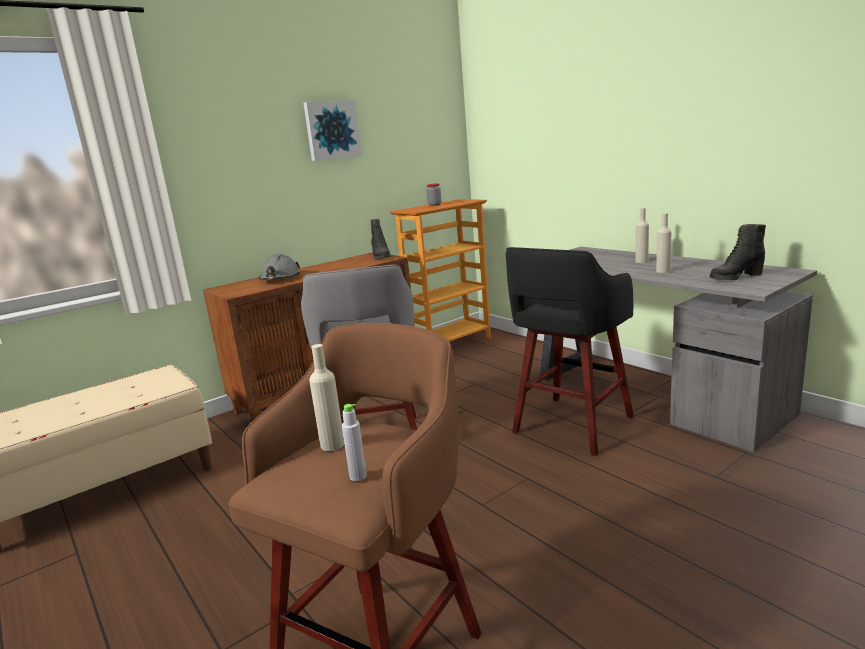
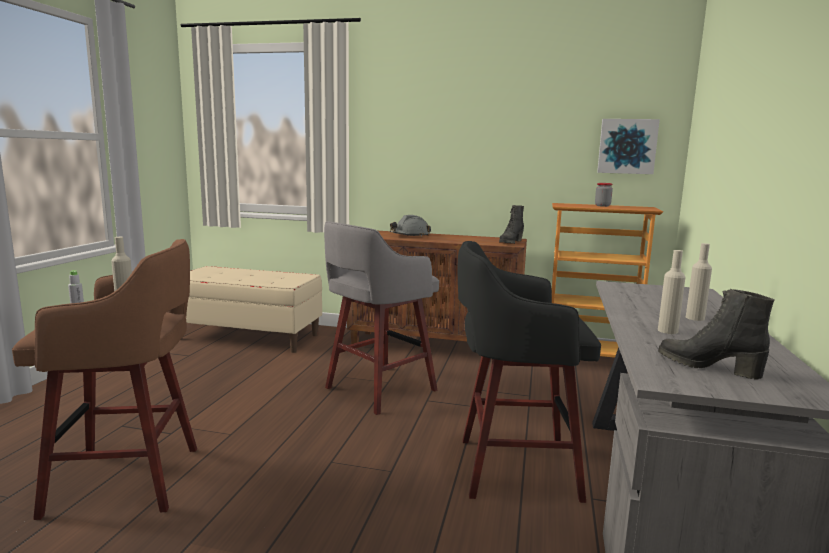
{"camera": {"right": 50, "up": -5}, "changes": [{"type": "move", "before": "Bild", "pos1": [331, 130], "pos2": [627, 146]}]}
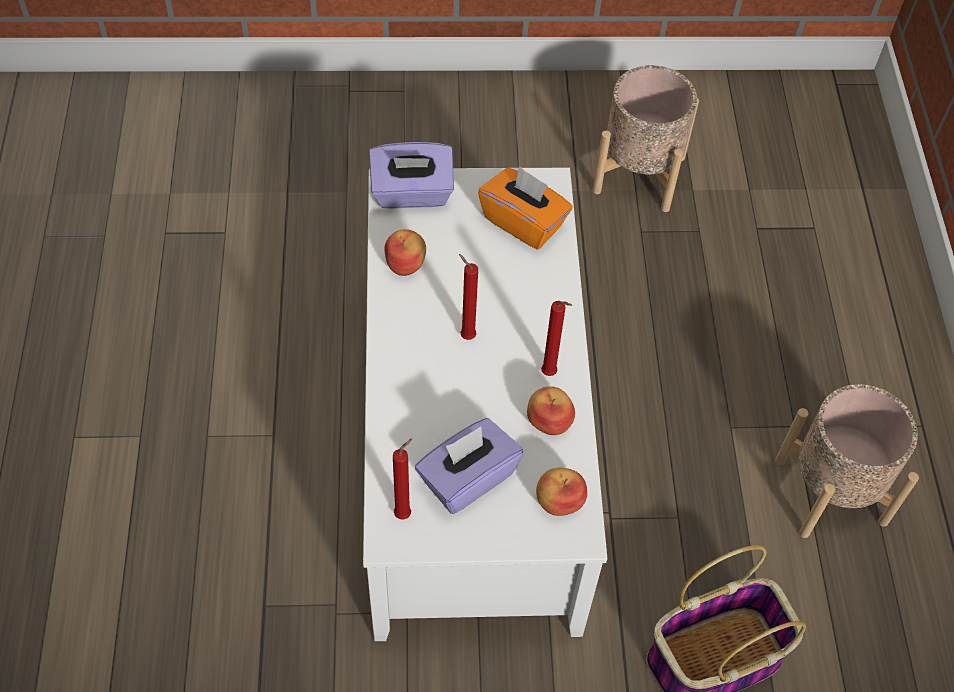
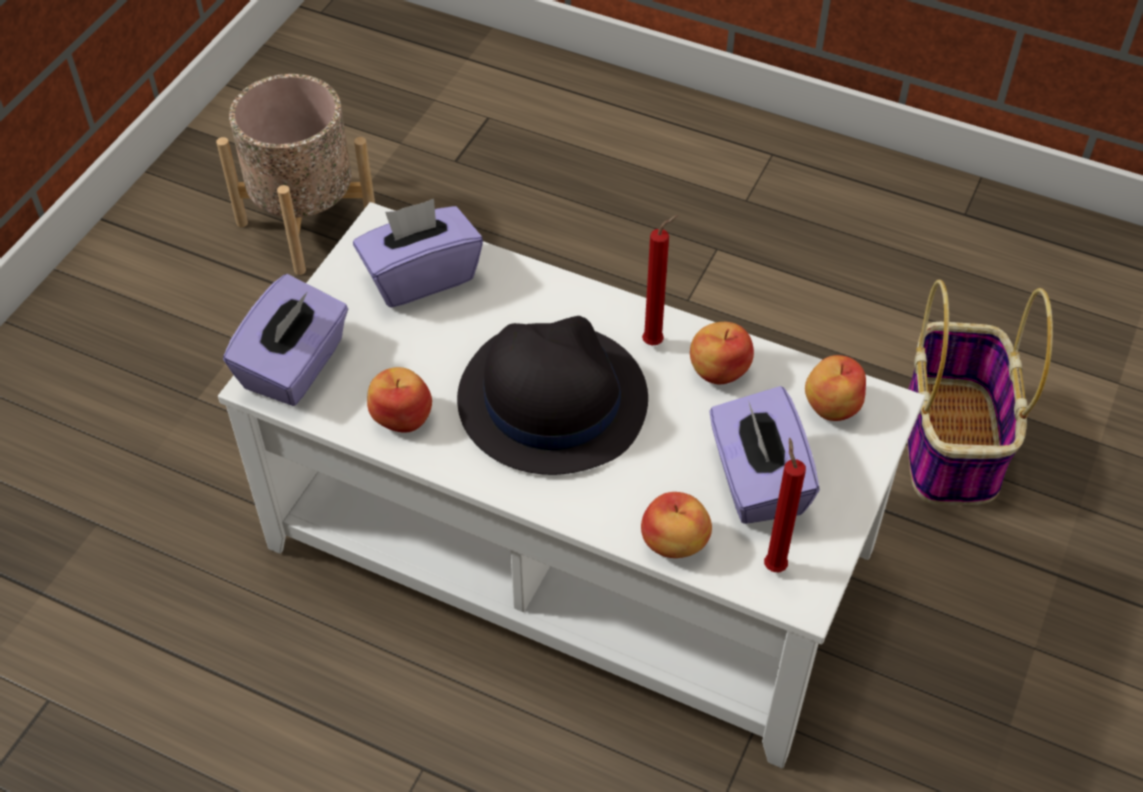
{"camera": {"right": -60, "up": -5}, "changes": [{"type": "delete", "before": "Pflanzkübel/beige", "pos1": [830, 490]}, {"type": "insert", "after": "Apfel", "pos2": [674, 544]}, {"type": "replace", "before": "Kerze/rot", "after": "Hut/schwarz", "pos1": [465, 335], "pos2": [551, 399]}, {"type": "recolor", "before": "Taschentuchbox/orange", "after": "Taschentuchbox/lila", "pos1": [523, 222], "pos2": [420, 276]}]}
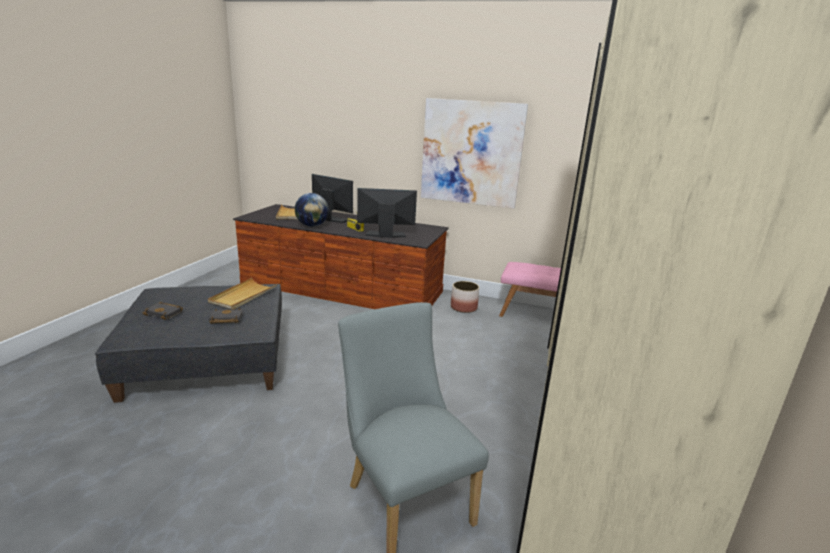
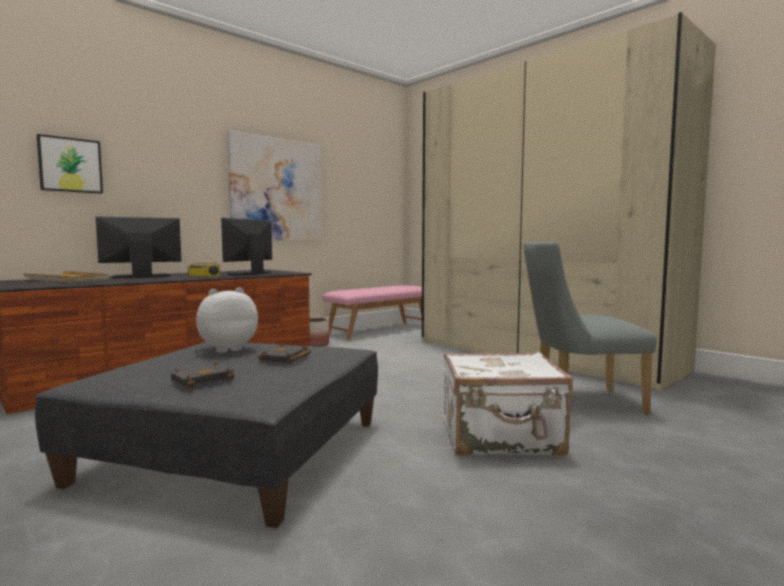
{"camera": {"right": -60, "up": -15}, "changes": [{"type": "delete", "before": "Globus", "pos1": [312, 226]}, {"type": "insert", "after": "Bild", "pos2": [70, 165]}, {"type": "insert", "after": "Koffer/weiß", "pos2": [501, 438]}, {"type": "replace", "before": "Tablett/beige", "after": "Plüschtier", "pos1": [243, 296], "pos2": [226, 349]}]}
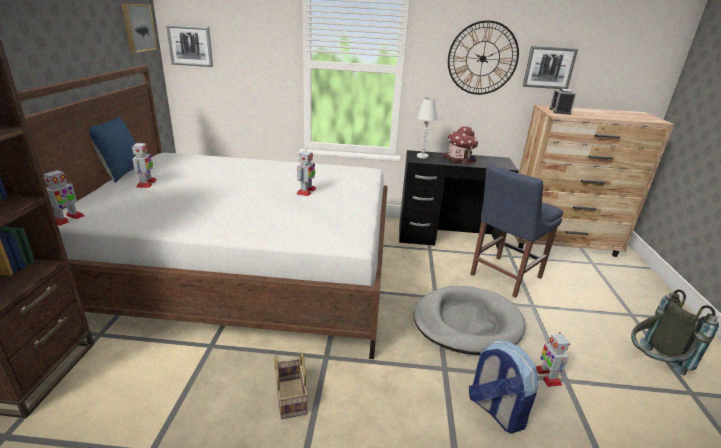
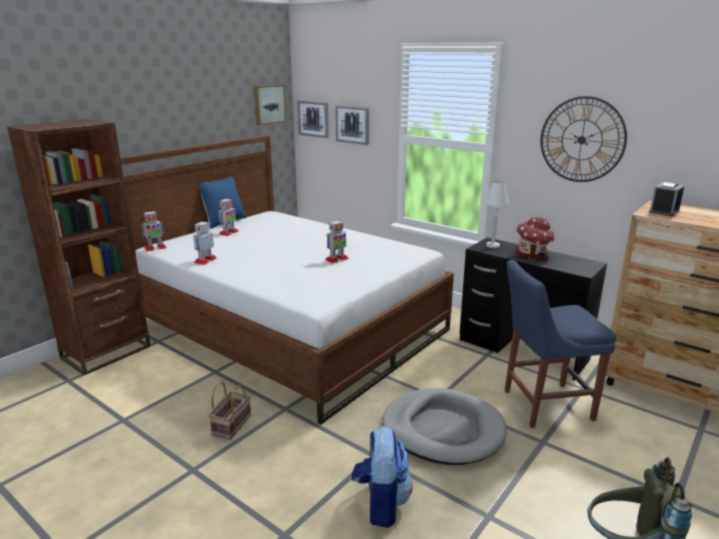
{"camera": {"right": 35, "up": -5}, "changes": [{"type": "move", "before": "Bild", "pos1": [549, 67], "pos2": [352, 124]}, {"type": "move", "before": "Spielzeugroboter", "pos1": [547, 376], "pos2": [205, 260]}]}
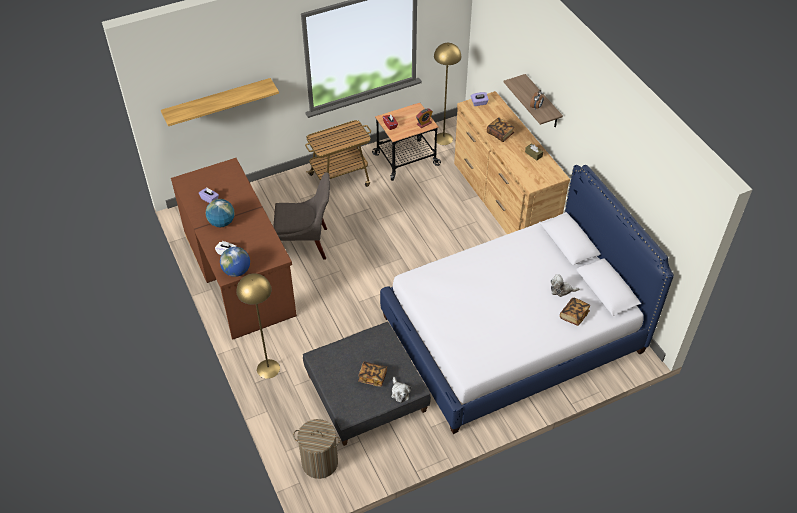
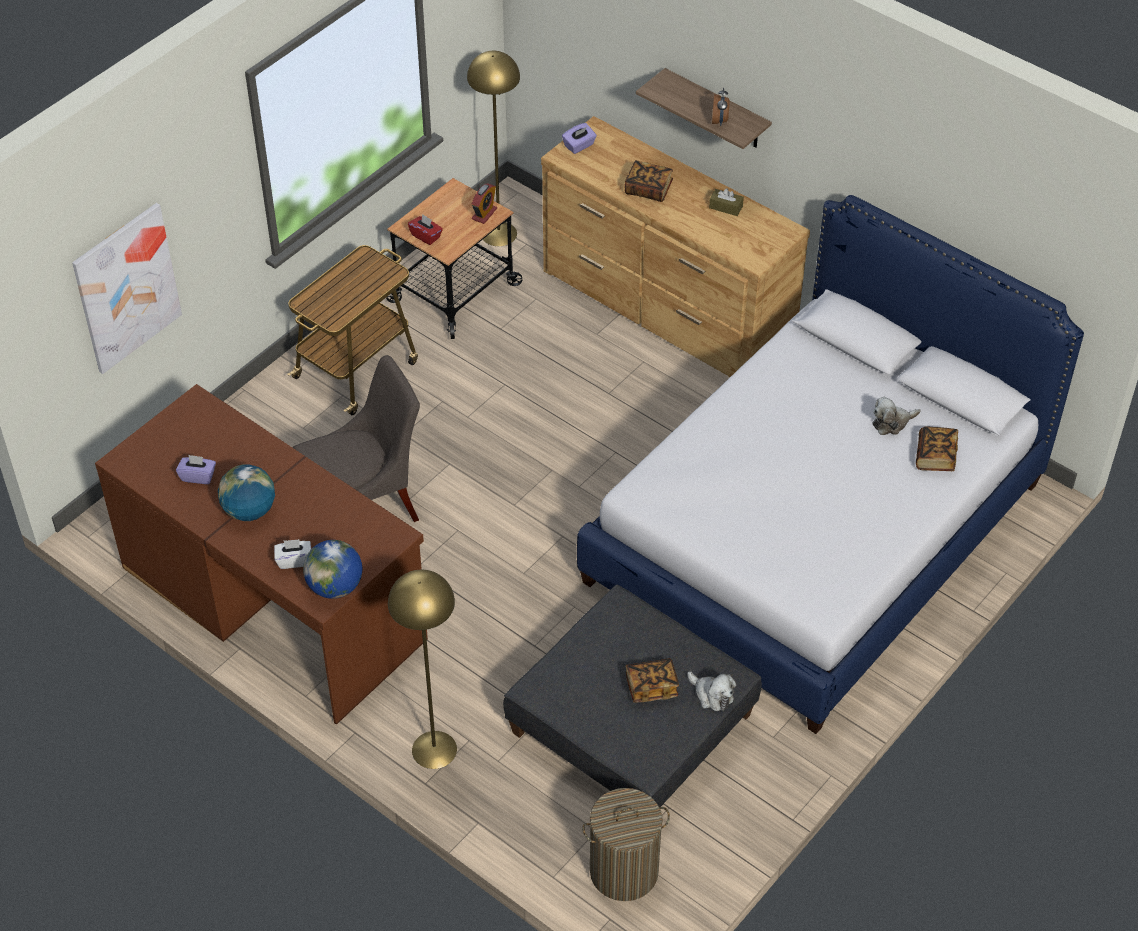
{"camera": {"right": -25, "up": 0}, "changes": [{"type": "replace", "before": "Wandregal", "after": "Bild", "pos1": [218, 101], "pos2": [126, 288]}]}
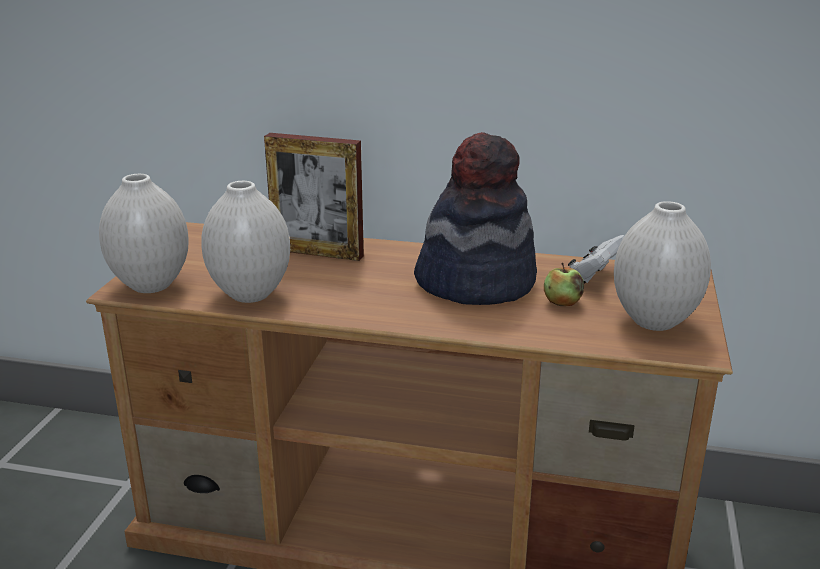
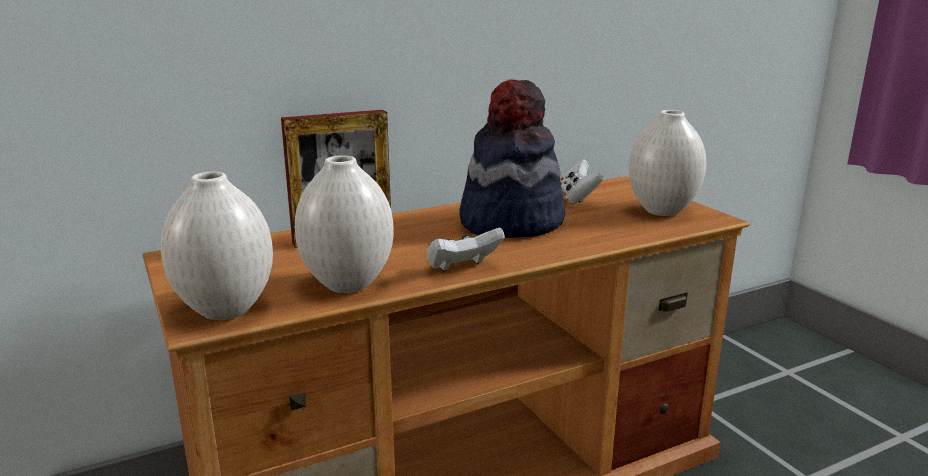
{"camera": {"right": -40, "up": -5}, "changes": [{"type": "delete", "before": "Apfel", "pos1": [562, 302]}, {"type": "insert", "after": "Gamepad/weiß", "pos2": [462, 268]}]}
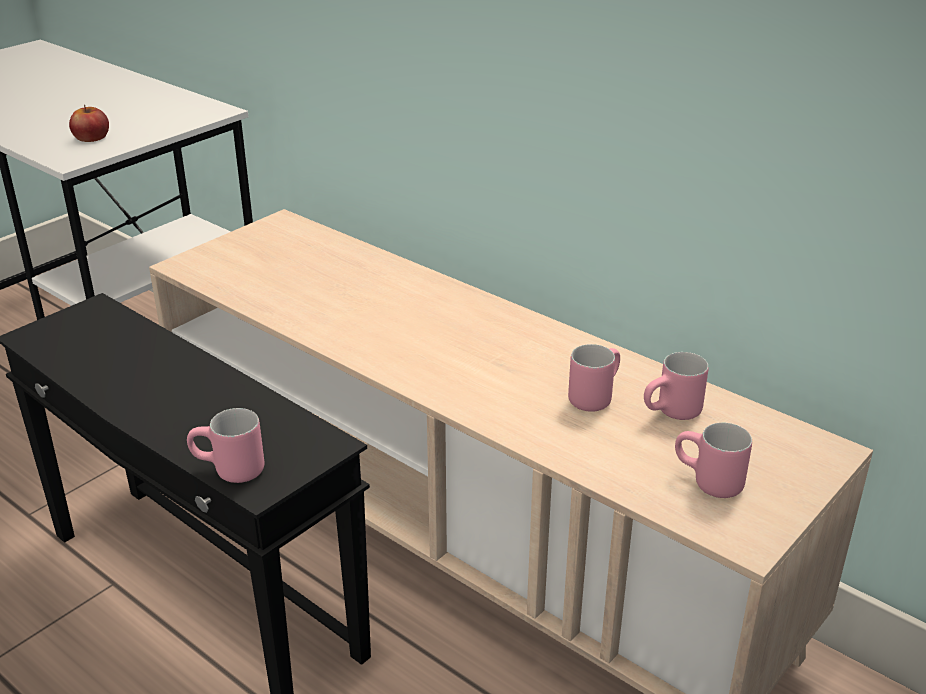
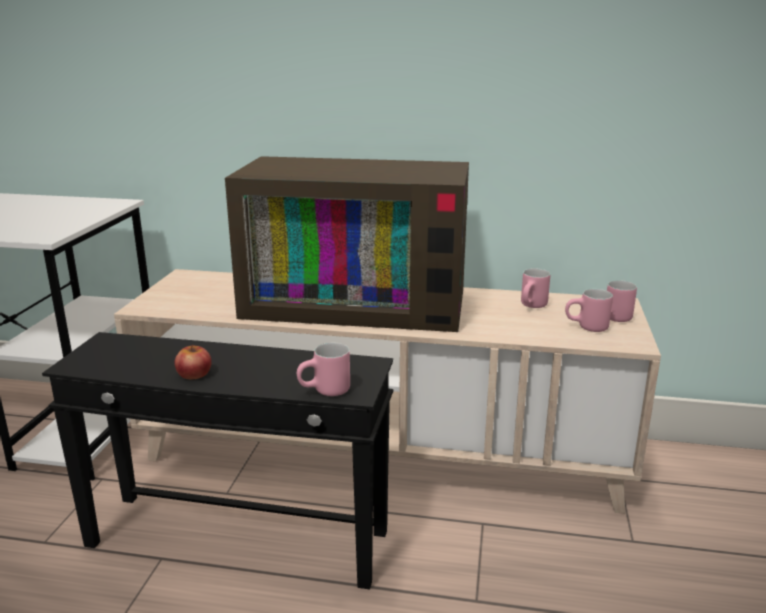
{"camera": {"right": -30, "up": -10}, "changes": [{"type": "insert", "after": "Fernseher", "pos2": [359, 302]}, {"type": "move", "before": "Apfel", "pos1": [91, 137], "pos2": [194, 374]}, {"type": "move", "before": "Henkelbecher/rosa", "pos1": [593, 396], "pos2": [615, 315]}]}
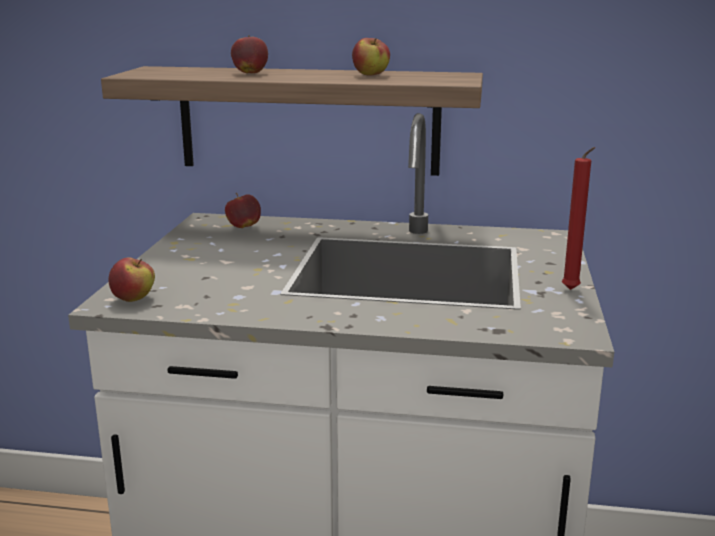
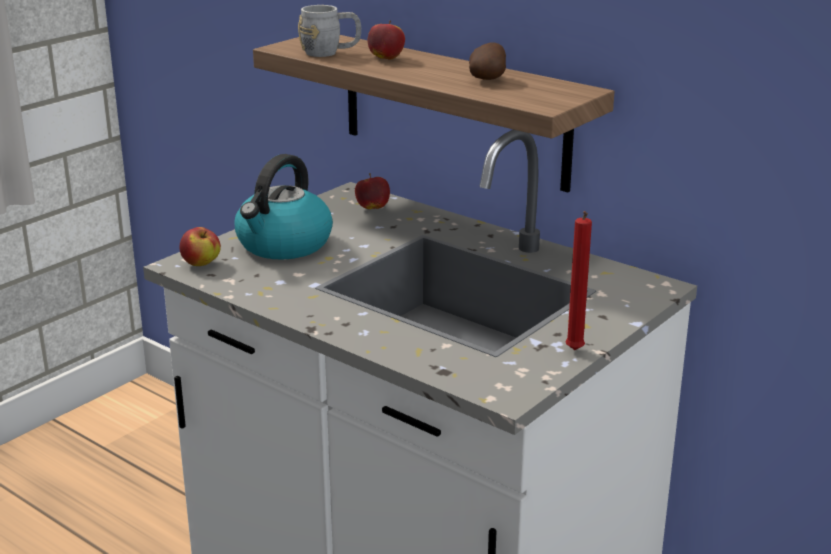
{"camera": {"right": 30, "up": 5}, "changes": [{"type": "insert", "after": "Wasserkessel", "pos2": [283, 245]}, {"type": "insert", "after": "Henkelbecher/grau", "pos2": [330, 52]}, {"type": "replace", "before": "Apfel", "after": "Kartoffel", "pos1": [370, 75], "pos2": [488, 79]}]}
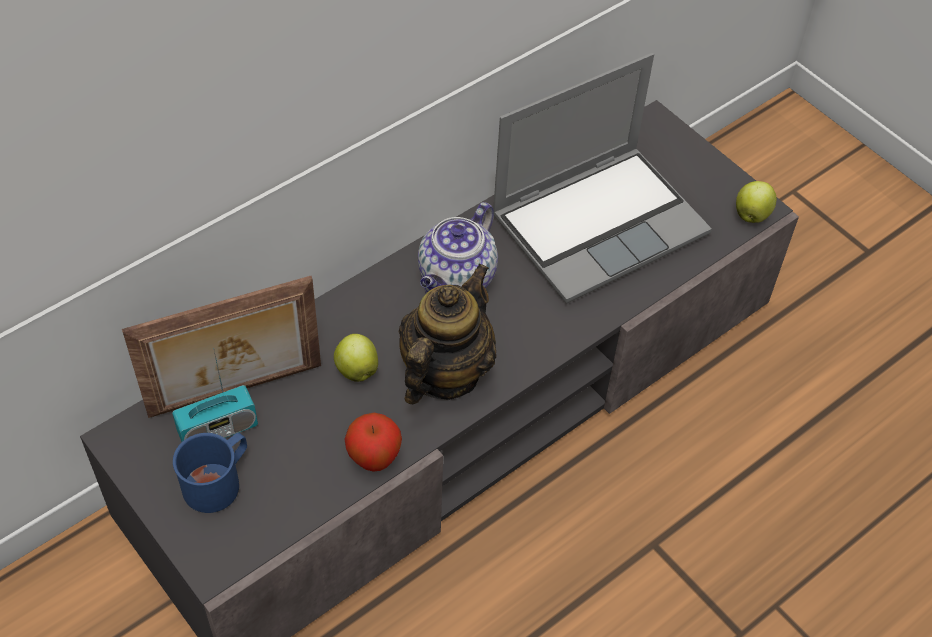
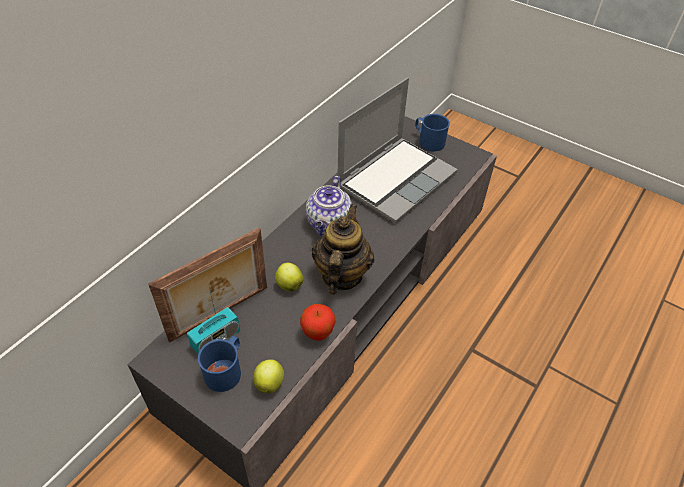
{"camera": {"right": -15, "up": -5}, "changes": [{"type": "insert", "after": "Henkelbecher/blau", "pos2": [428, 141]}, {"type": "move", "before": "Apfel", "pos1": [751, 214], "pos2": [269, 383]}]}
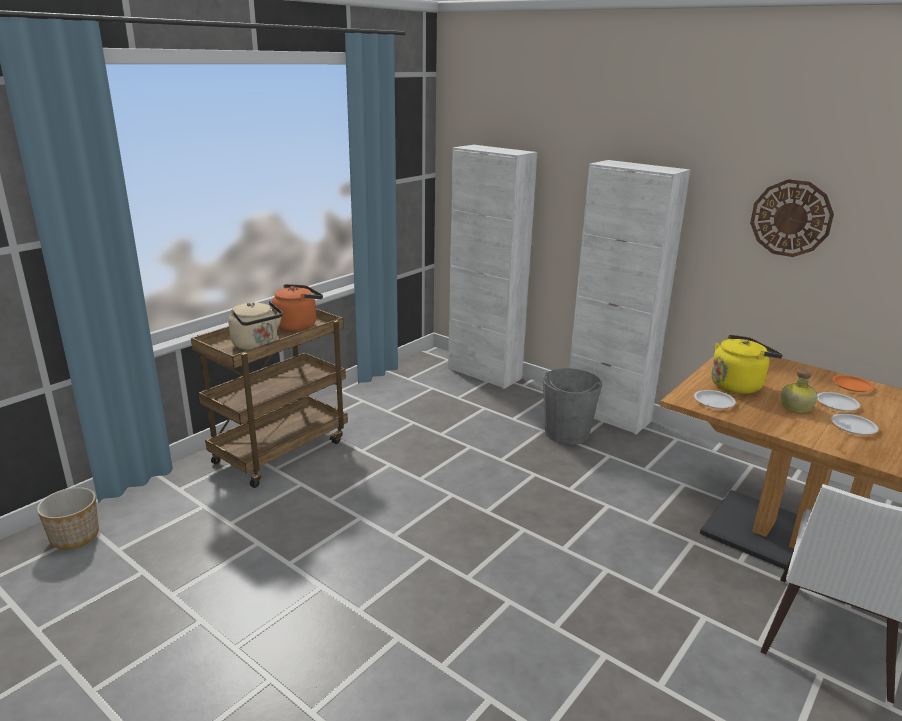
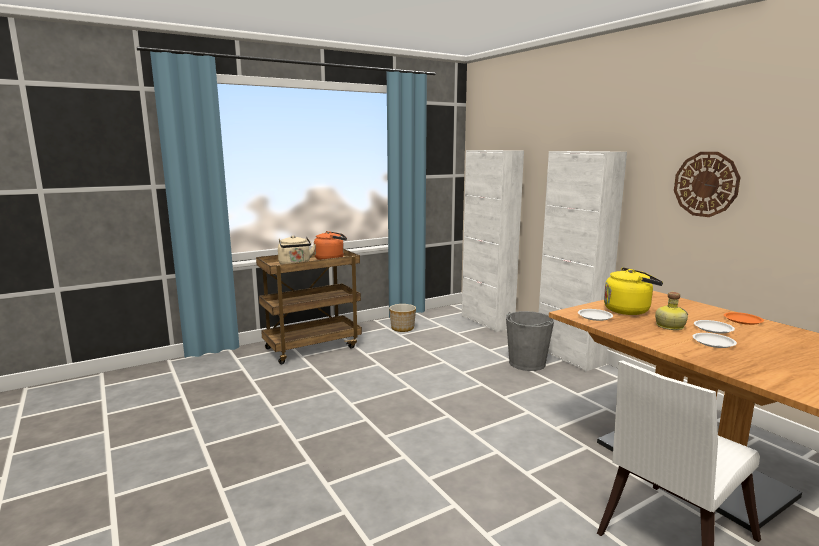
{"camera": {"right": 20, "up": -10}, "changes": [{"type": "move", "before": "Pflanzkübel", "pos1": [74, 536], "pos2": [402, 328]}]}
